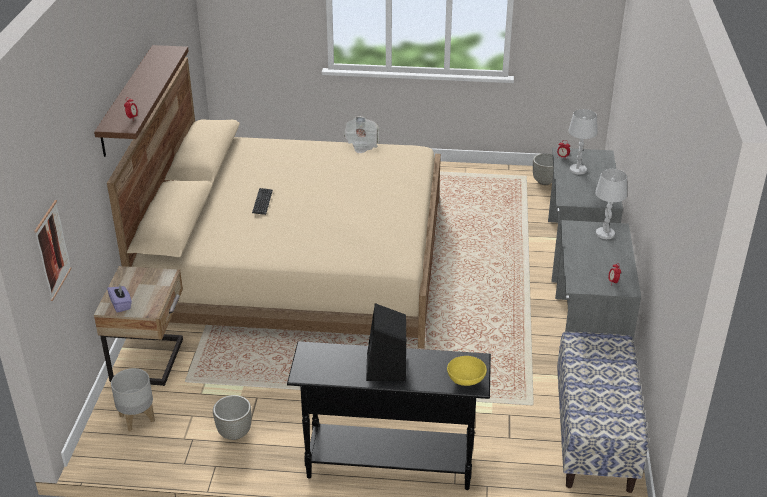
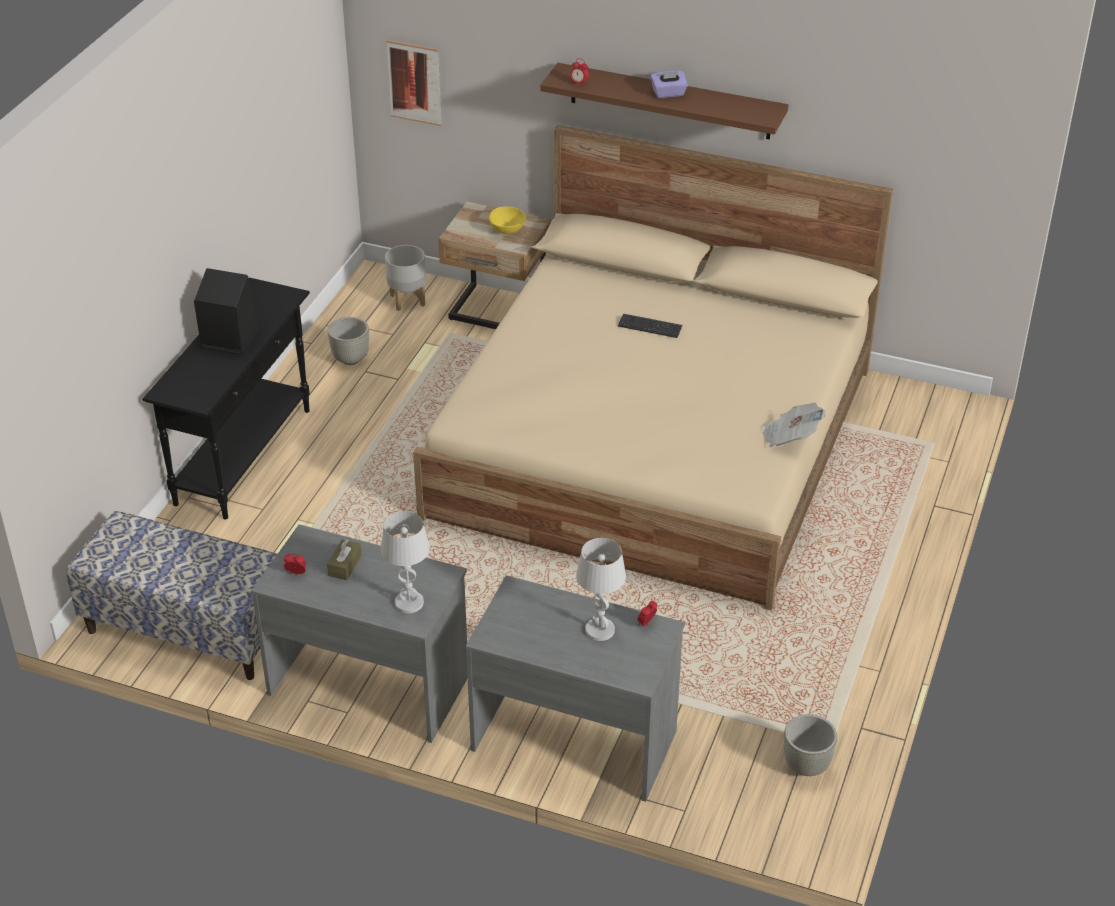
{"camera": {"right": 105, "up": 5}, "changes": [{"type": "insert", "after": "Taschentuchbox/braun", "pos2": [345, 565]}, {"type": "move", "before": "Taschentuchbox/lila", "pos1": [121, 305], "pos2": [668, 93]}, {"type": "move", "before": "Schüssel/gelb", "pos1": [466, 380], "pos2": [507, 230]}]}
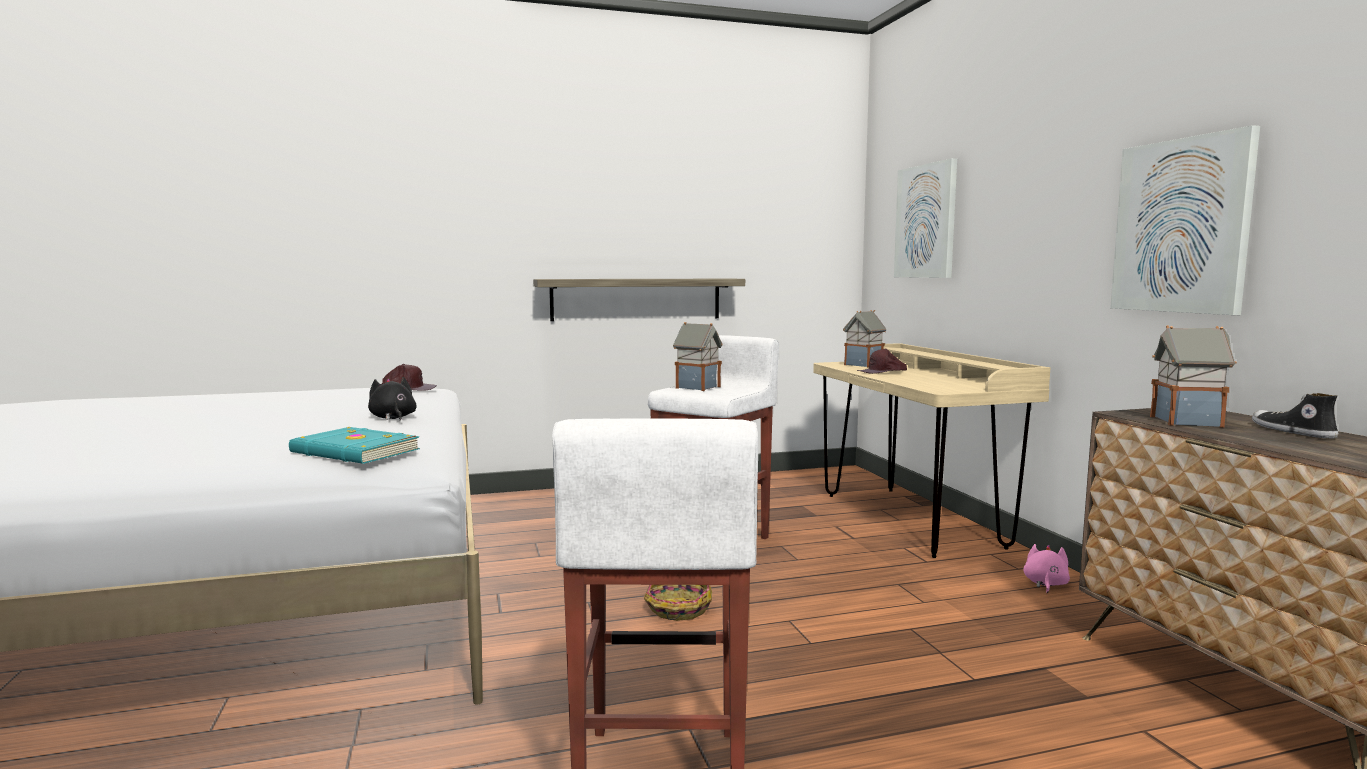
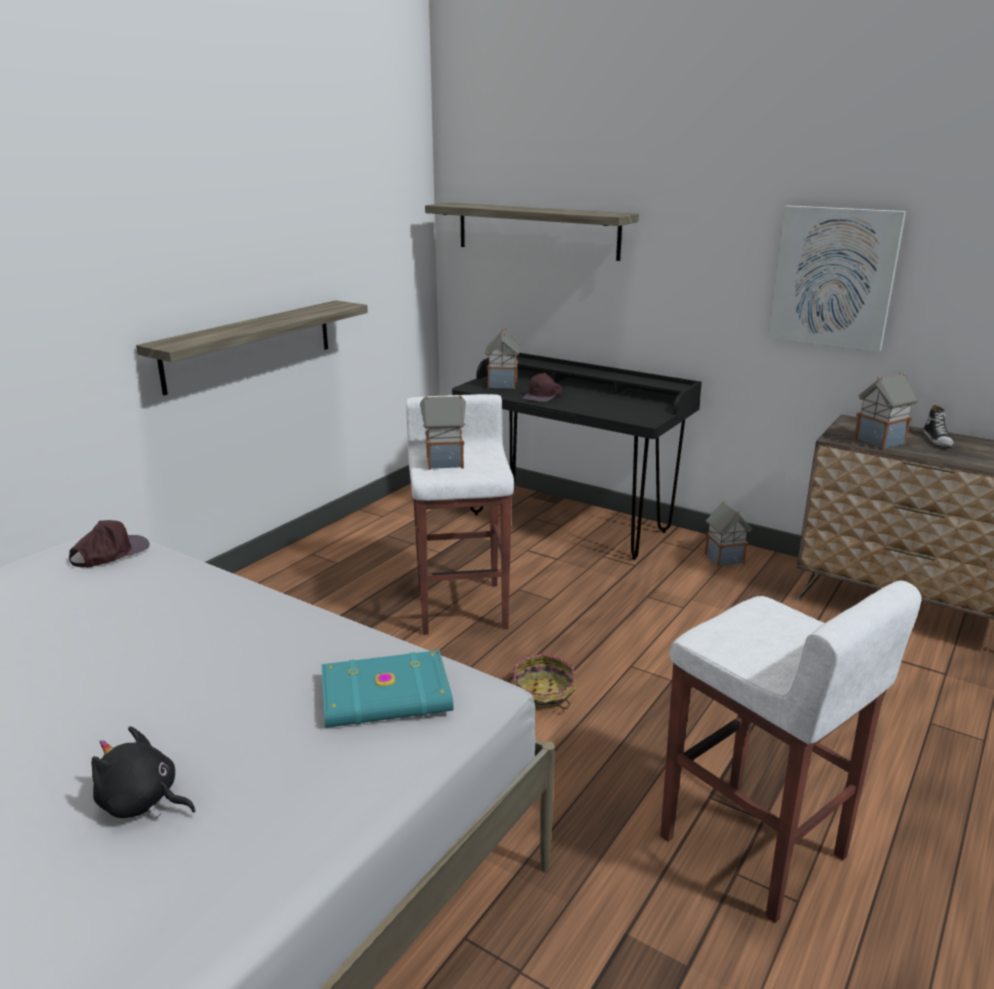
{"camera": {"right": -40, "up": 15}, "changes": [{"type": "move", "before": "Plüschtier/schwarz", "pos1": [392, 418], "pos2": [142, 802]}, {"type": "replace", "before": "Bild", "after": "Wandregal", "pos1": [926, 221], "pos2": [537, 230]}, {"type": "replace", "before": "Plüschtier/rosa", "after": "Spielzeughaus", "pos1": [1045, 584], "pos2": [724, 559]}, {"type": "recolor", "before": "Schreibtisch/beige", "after": "Schreibtisch/schwarz", "pos1": [910, 519], "pos2": [568, 522]}, {"type": "rotate", "before": "Schuh", "pos1": [1291, 431], "pos2": [937, 440], "turn": -120}]}
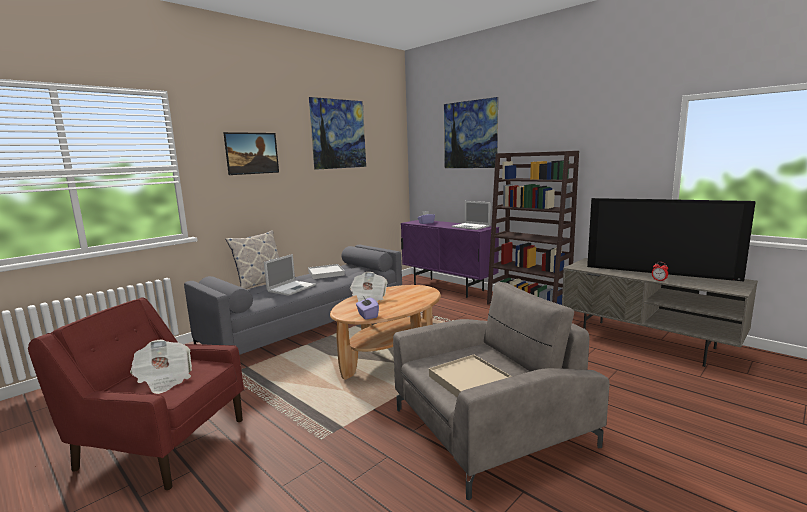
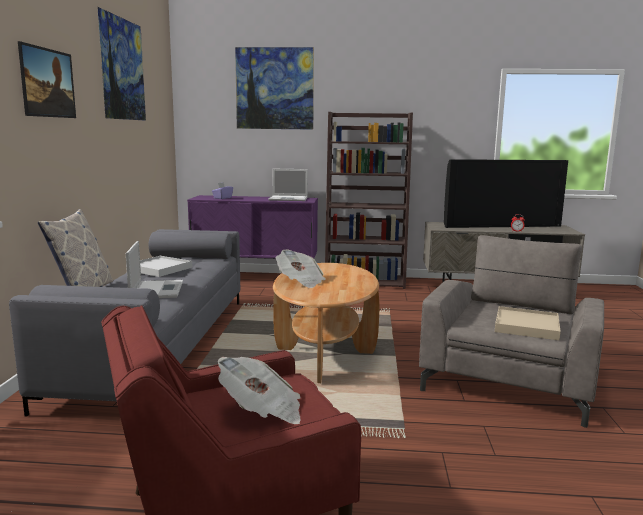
{"camera": {"right": -40, "up": 0}, "changes": [{"type": "delete", "before": "Taschentuchbox/lila", "pos1": [367, 315]}]}
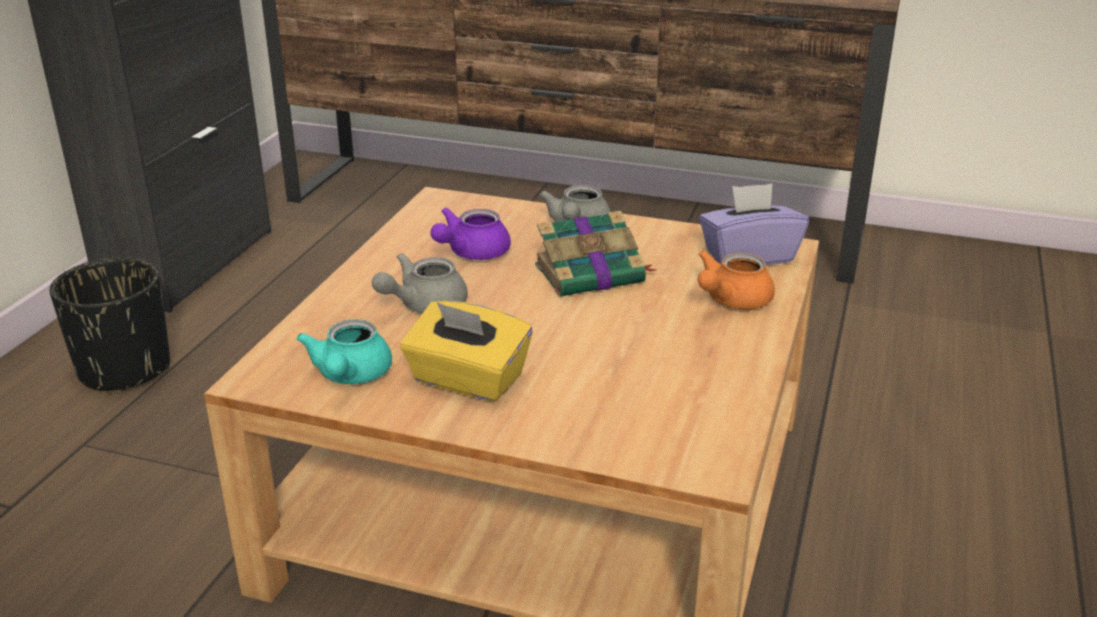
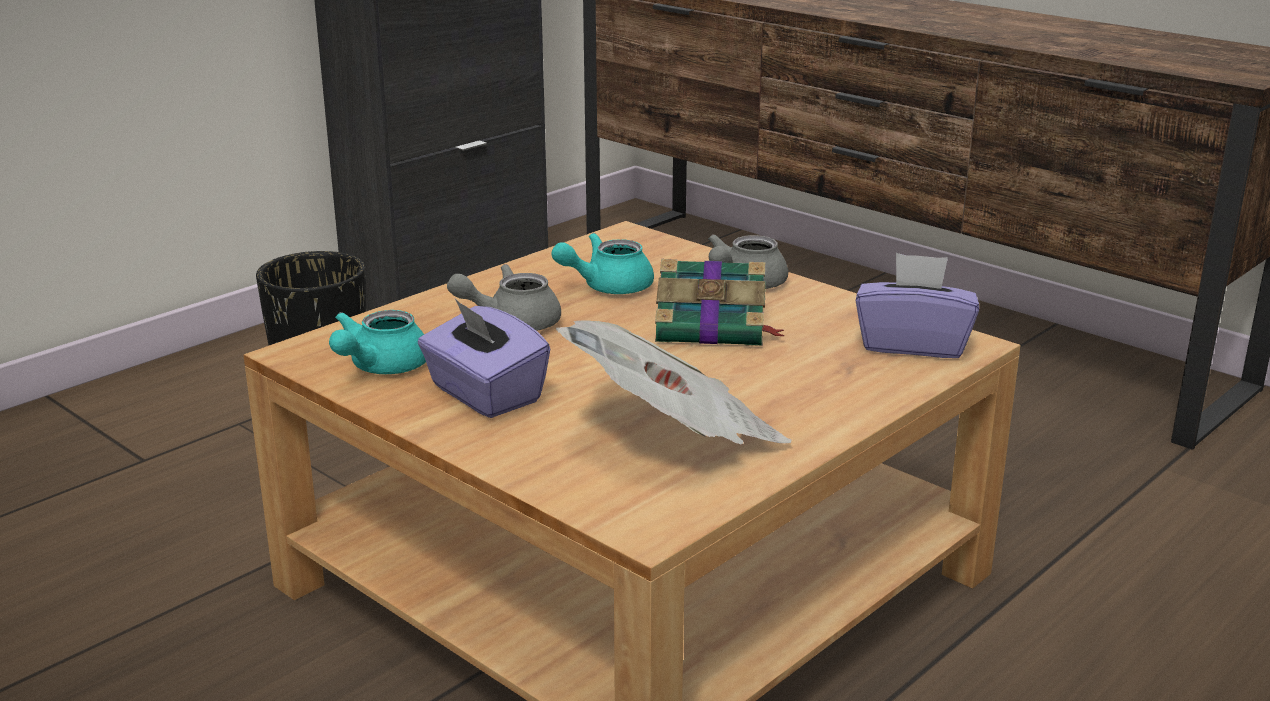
{"camera": {"right": 25, "up": -5}, "changes": [{"type": "delete", "before": "Teekanne/orange", "pos1": [731, 301]}, {"type": "insert", "after": "Zeitung", "pos2": [676, 438]}, {"type": "recolor", "before": "Taschentuchbox/gelb", "after": "Taschentuchbox/lila", "pos1": [467, 380], "pos2": [484, 394]}, {"type": "recolor", "before": "Teekanne/lila", "after": "Teekanne/türkis", "pos1": [471, 253], "pos2": [607, 287]}]}
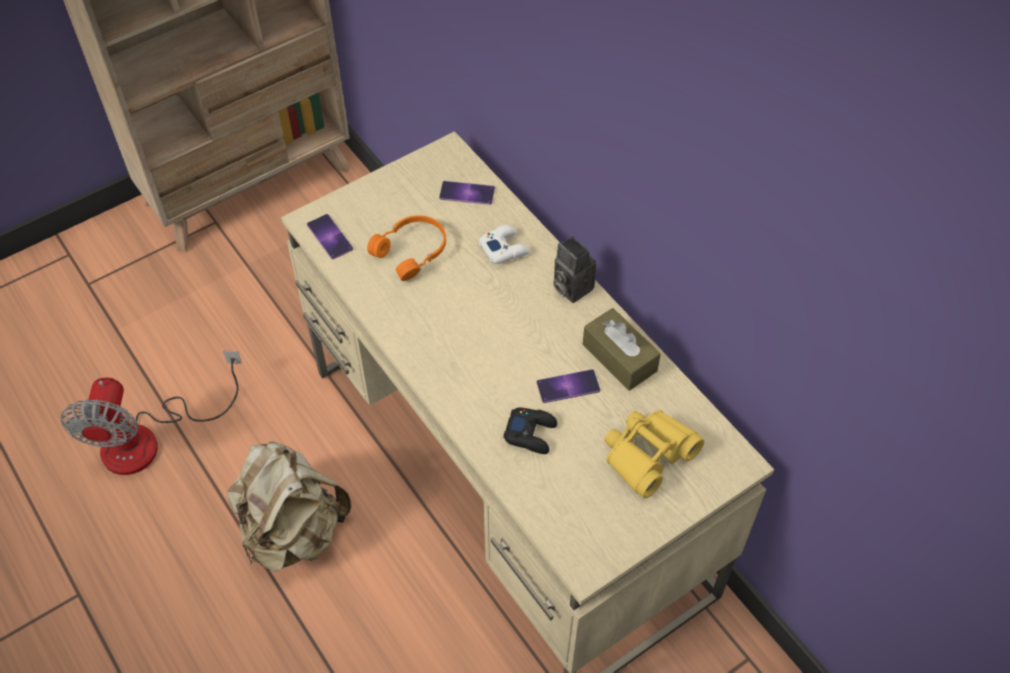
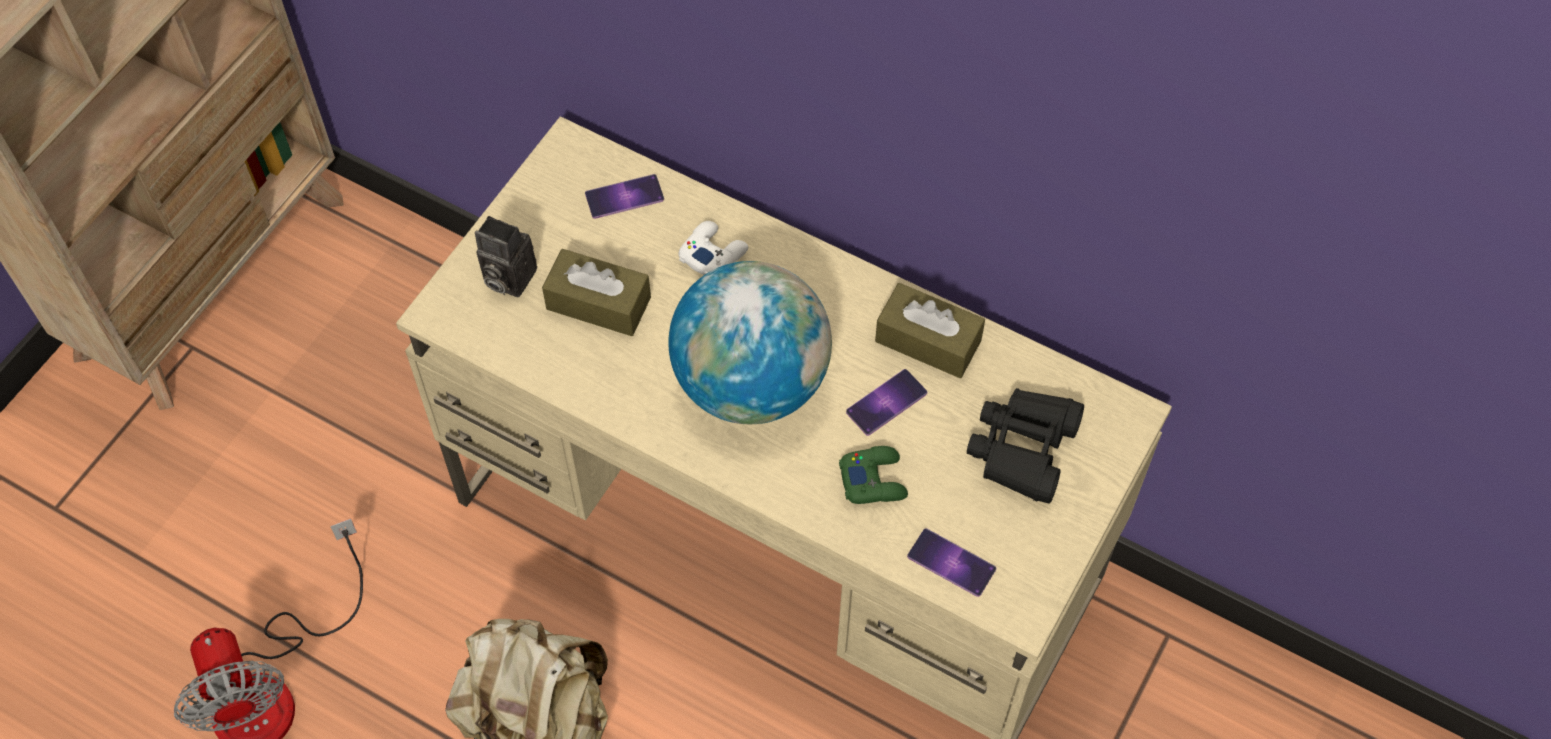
{"camera": {"right": -25, "up": 5}, "changes": [{"type": "insert", "after": "Globus", "pos2": [751, 382]}, {"type": "move", "before": "Handy", "pos1": [330, 237], "pos2": [951, 562]}, {"type": "move", "before": "Kamera", "pos1": [570, 287], "pos2": [506, 278]}, {"type": "replace", "before": "Kopfhörer/orange", "after": "Taschentuchbox/braun", "pos1": [412, 251], "pos2": [598, 303]}, {"type": "recolor", "before": "Gamepad/schwarz", "after": "Gamepad/grün", "pos1": [531, 433], "pos2": [873, 479]}, {"type": "recolor", "before": "Fernglas/gelb", "after": "Fernglas/schwarz", "pos1": [648, 455], "pos2": [1023, 449]}]}
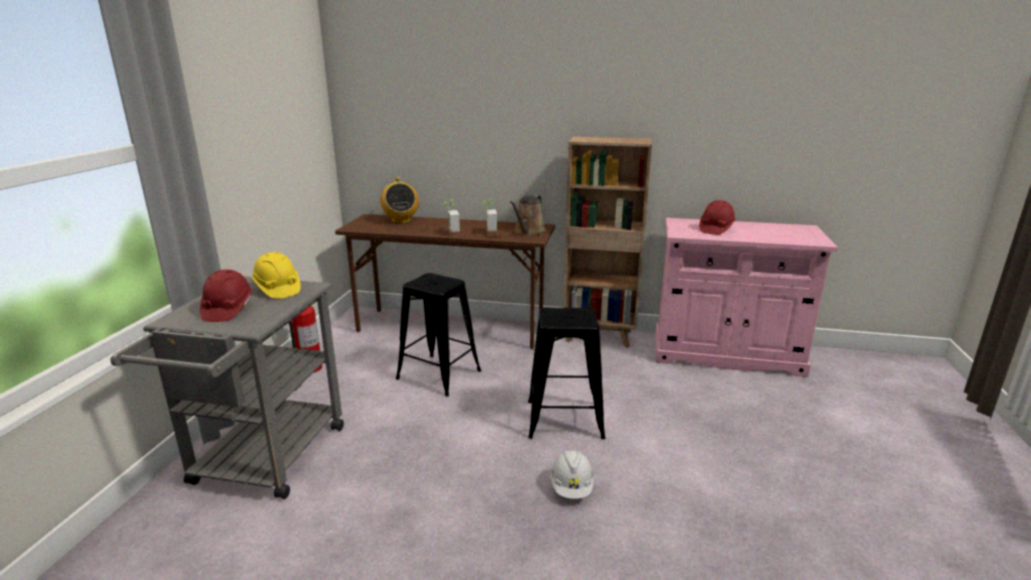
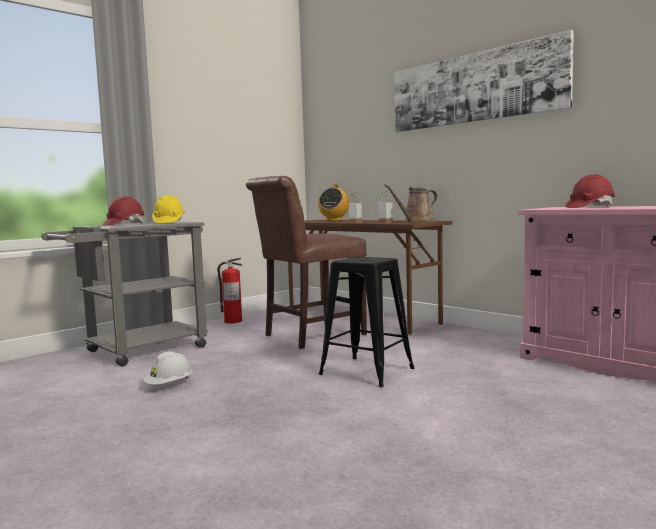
{"camera": {"right": 35, "up": -15}, "changes": [{"type": "delete", "before": "Bücherregal/braun", "pos1": [600, 336]}, {"type": "insert", "after": "Bild", "pos2": [474, 88]}, {"type": "move", "before": "Schutzhelm/weiß", "pos1": [571, 487], "pos2": [169, 385]}, {"type": "replace", "before": "Hocker/schwarz", "after": "Stuhl/braun", "pos1": [438, 375], "pos2": [309, 336]}]}
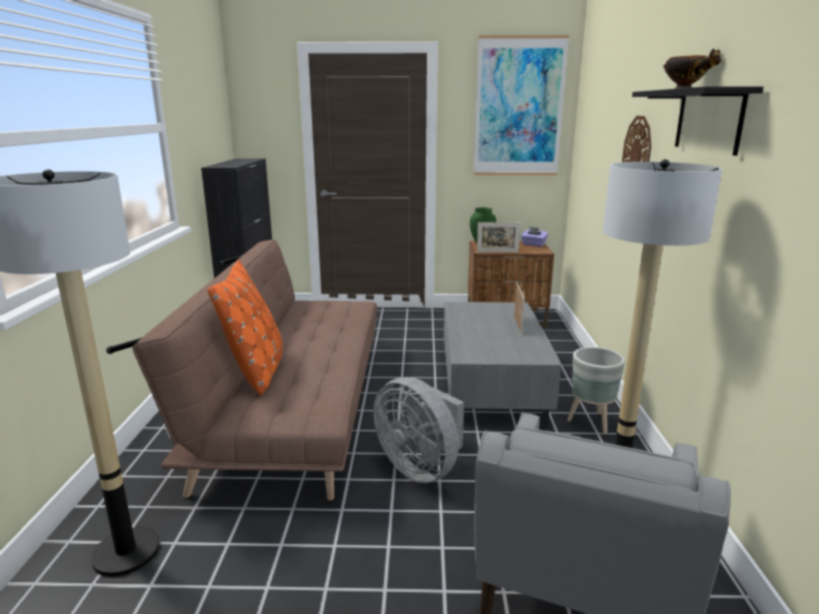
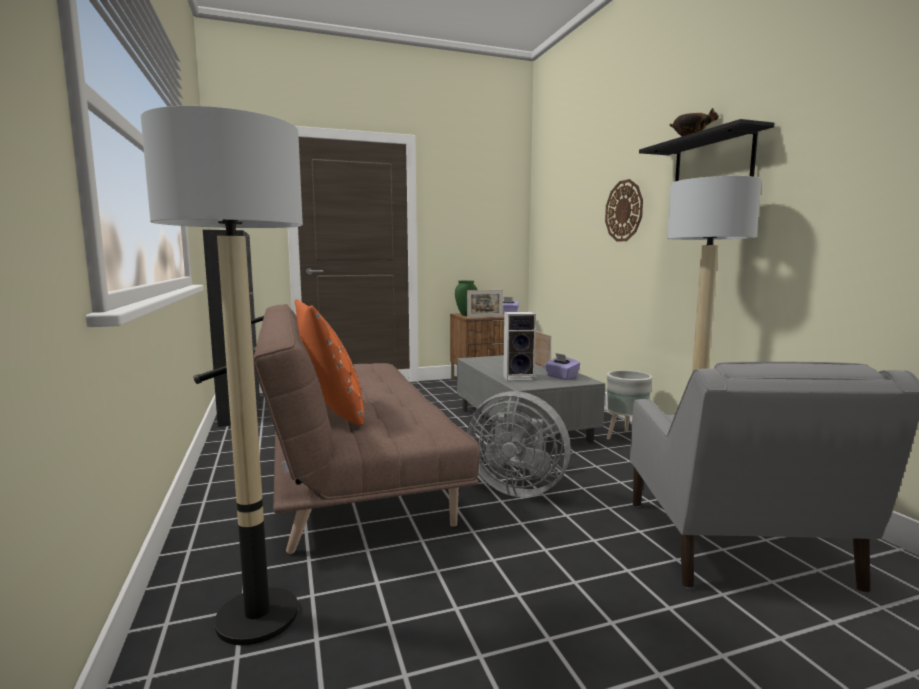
{"camera": {"right": -20, "up": -10}, "changes": [{"type": "delete", "before": "Bild", "pos1": [519, 107]}, {"type": "insert", "after": "Lautsprecher", "pos2": [519, 378]}, {"type": "insert", "after": "Taschentuchbox/lila", "pos2": [561, 377]}]}
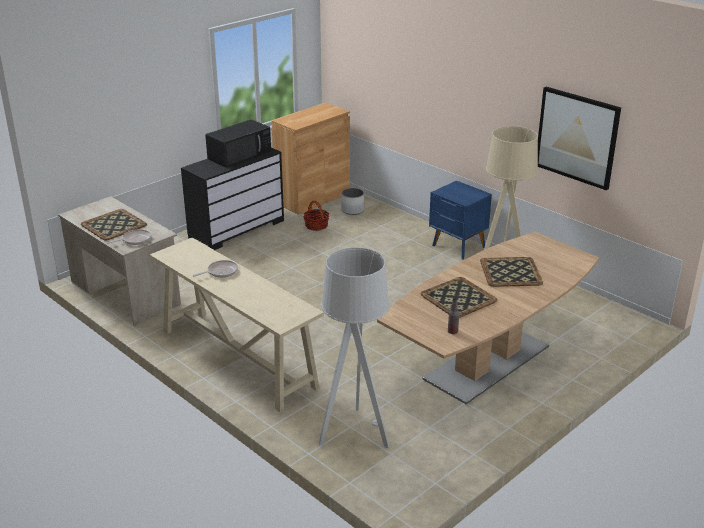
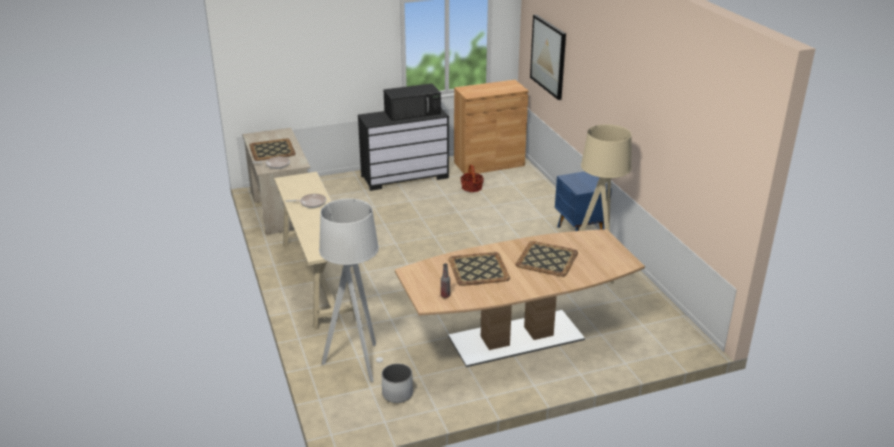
{"camera": {"right": 25, "up": 0}, "changes": [{"type": "move", "before": "Pflanzkübel/weiß", "pos1": [353, 210], "pos2": [397, 394]}, {"type": "move", "before": "Bild", "pos1": [577, 137], "pos2": [548, 56]}]}
